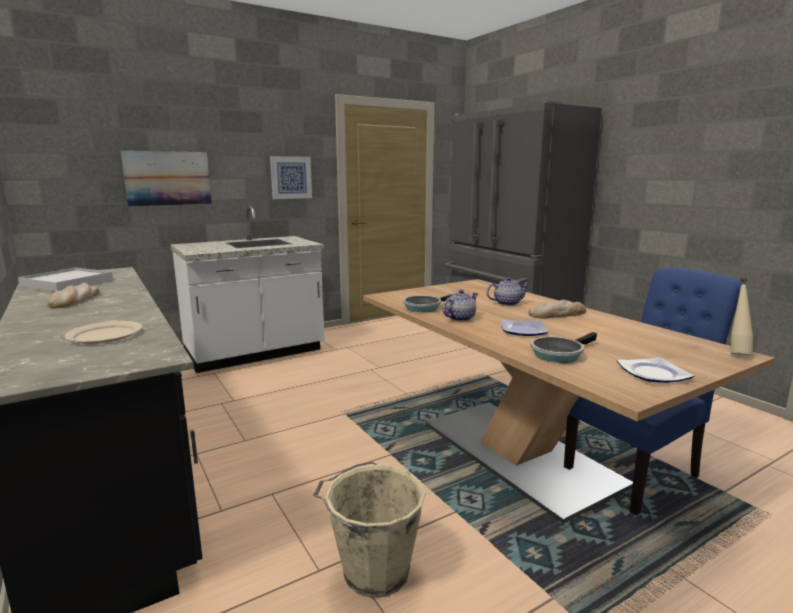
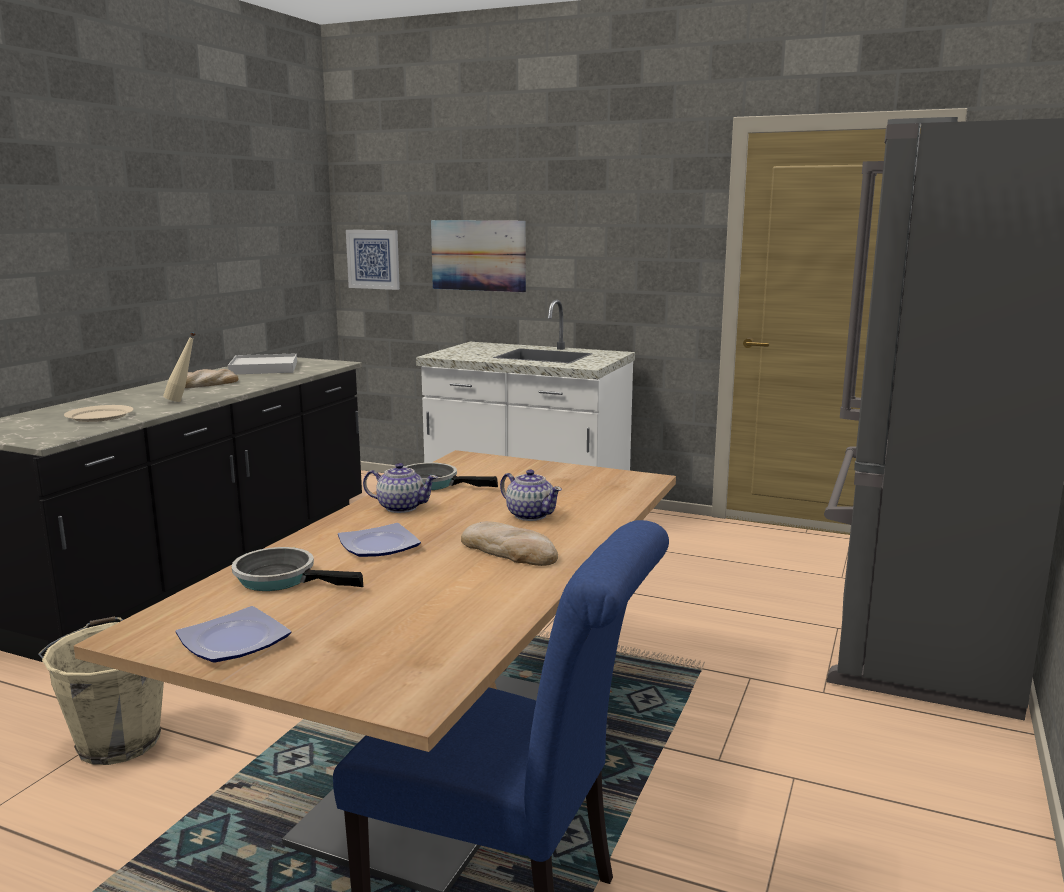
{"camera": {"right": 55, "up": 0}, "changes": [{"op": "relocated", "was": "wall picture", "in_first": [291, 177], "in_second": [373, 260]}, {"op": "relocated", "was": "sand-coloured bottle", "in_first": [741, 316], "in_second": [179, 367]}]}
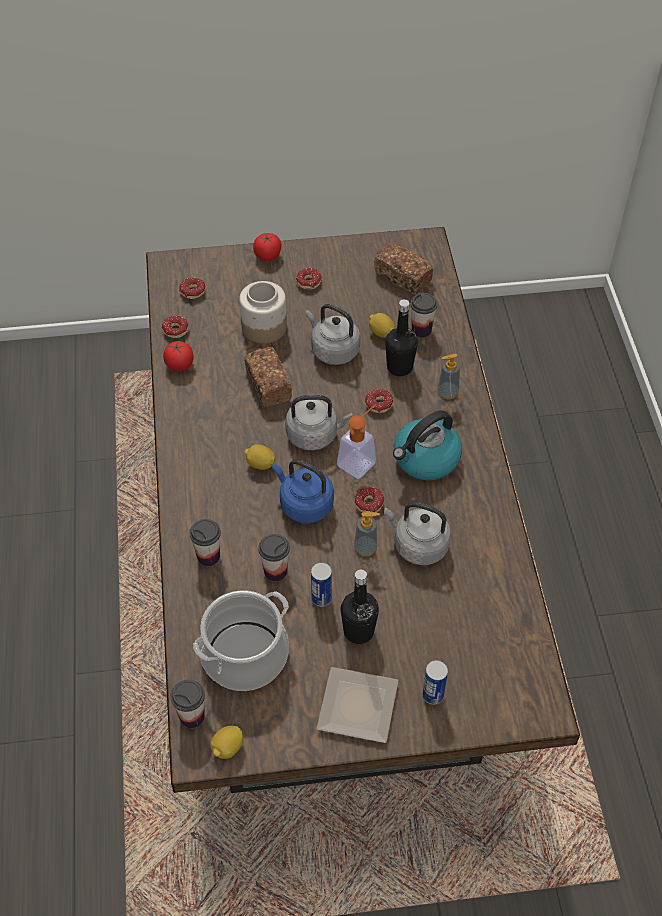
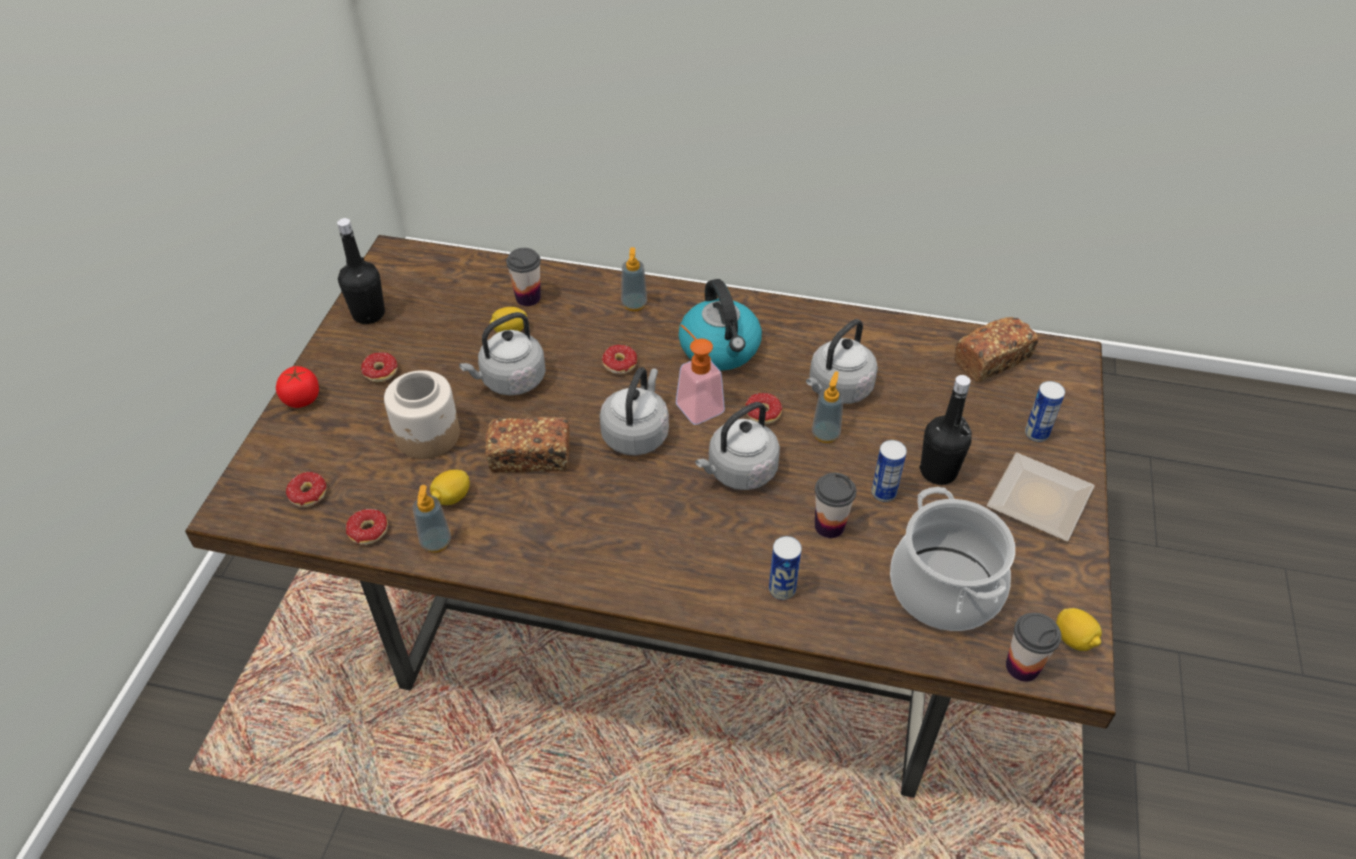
{"camera": {"right": -70, "up": -5}, "changes": [{"op": "exchanged", "was": "tomato", "now": "liquid soap bottle", "in_first": [178, 356], "in_second": [432, 519]}, {"op": "exchanged", "was": "drinking cup", "now": "can", "in_first": [205, 542], "in_second": [785, 568]}, {"op": "relocated", "was": "citrus fruit", "in_first": [260, 457], "in_second": [450, 487]}, {"op": "colour", "was": "blue-coloured tea kettle", "now": "greyish tea kettle", "in_first": [303, 491], "in_second": [737, 446]}, {"op": "relocated", "was": "bread", "in_first": [403, 268], "in_second": [996, 349]}, {"op": "relocated", "was": "black bottle", "in_first": [401, 337], "in_second": [361, 271]}]}
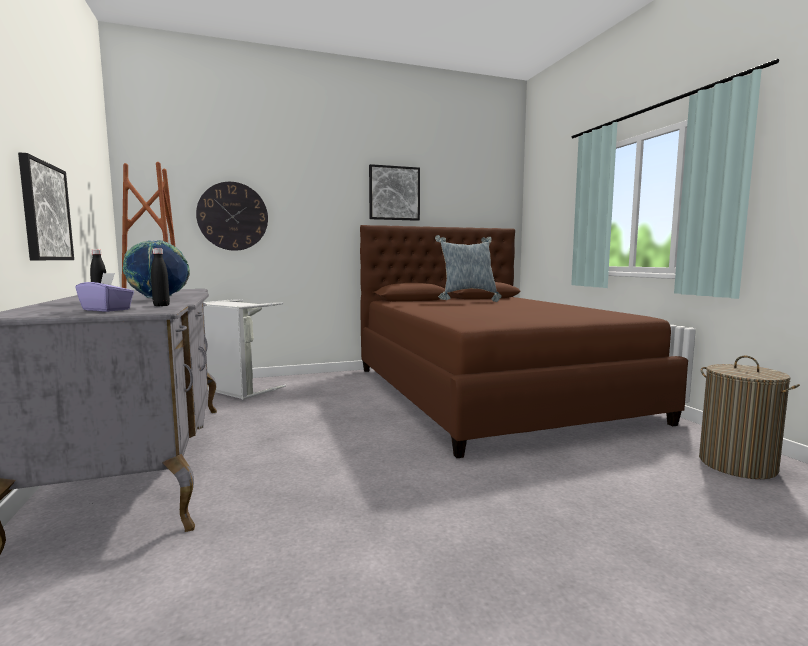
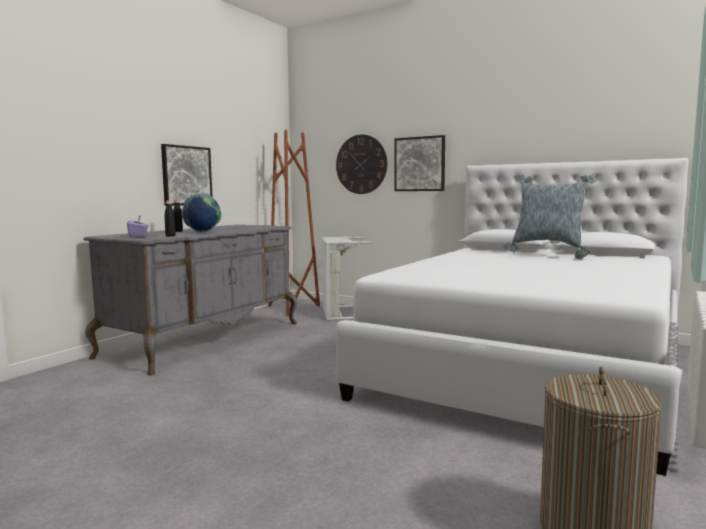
{"camera": {"right": 50, "up": 0}, "changes": [{"op": "colour", "was": "brown bed", "now": "white-coloured bed", "in_first": [524, 341], "in_second": [512, 317]}, {"op": "relocated", "was": "wall picture", "in_first": [394, 192], "in_second": [419, 163]}]}
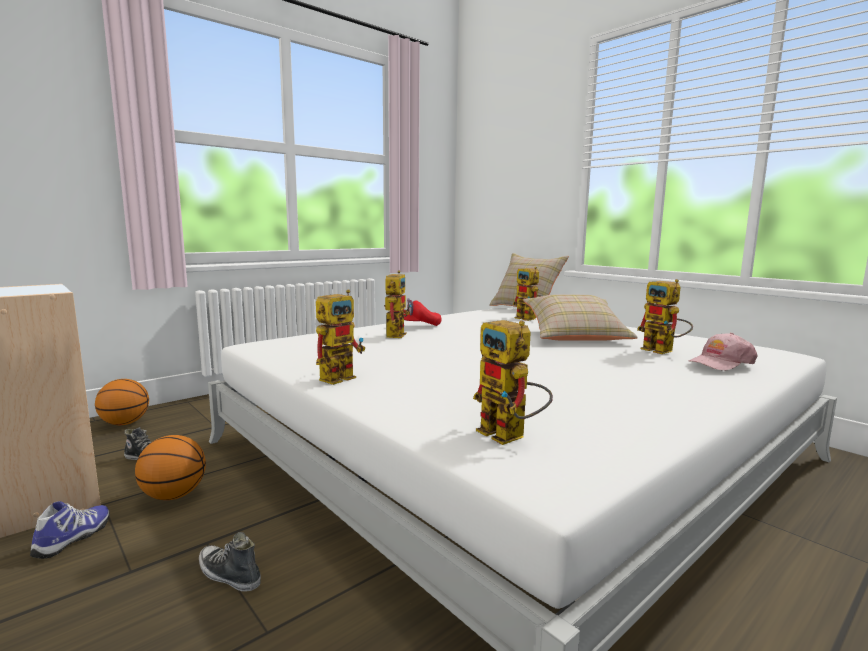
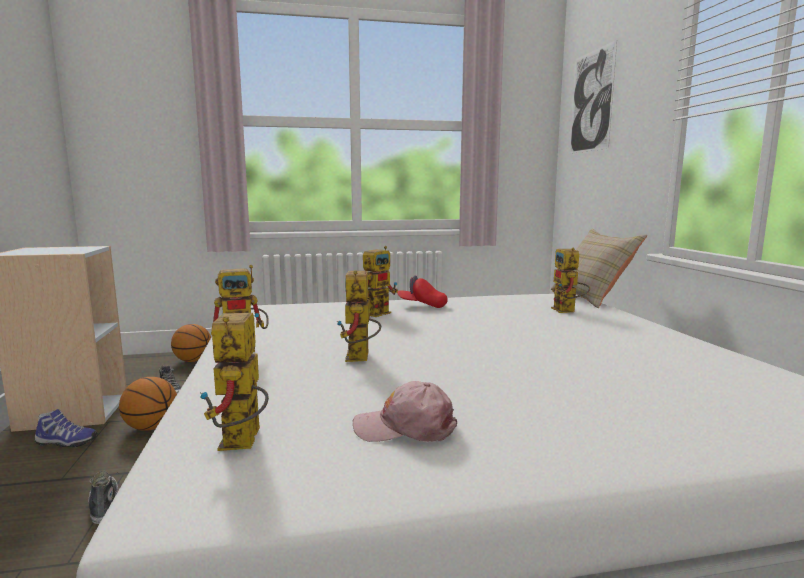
{"camera": {"right": 30, "up": 0}, "changes": [{"op": "spun", "was": "shoe", "in_first": [70, 530], "in_second": [66, 428], "clockwise": 45}, {"op": "missing", "was": "sand-coloured pillow", "in_first": [580, 317]}, {"op": "relocated", "was": "toy robot", "in_first": [665, 316], "in_second": [359, 316]}, {"op": "relocated", "was": "pink-coloured peaked cap", "in_first": [723, 352], "in_second": [404, 411]}, {"op": "appeared", "now": "wall picture", "in_second": [593, 97]}]}
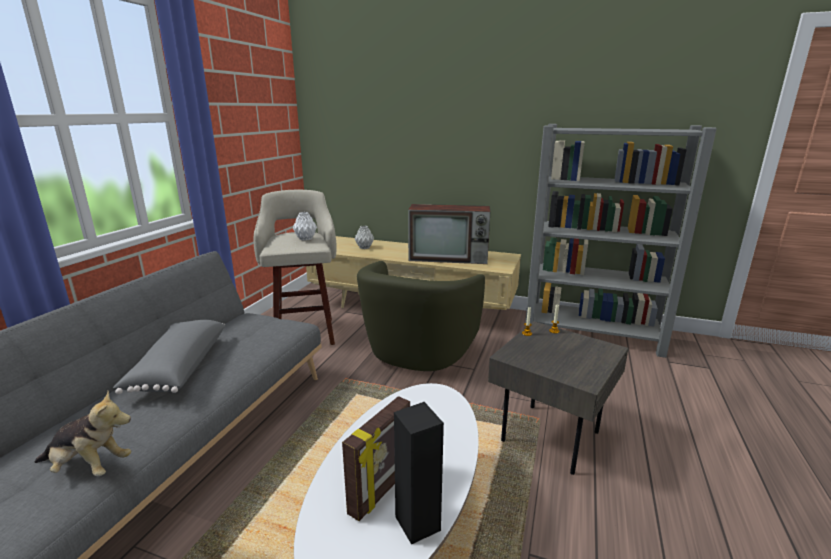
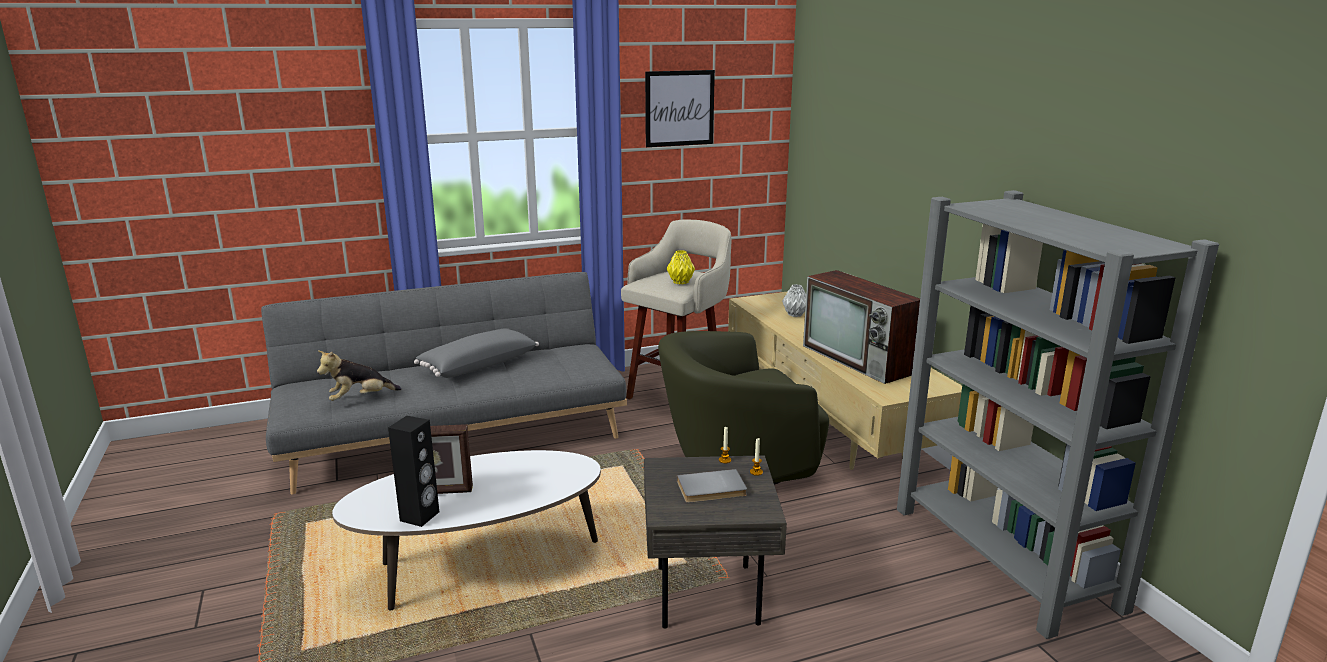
{"camera": {"right": 50, "up": 0}, "changes": [{"op": "spun", "was": "soft toy", "in_first": [83, 433], "in_second": [359, 376], "clockwise": 90}, {"op": "colour", "was": "white-coloured flower vase", "now": "yellow-coloured flower vase", "in_first": [305, 226], "in_second": [681, 267]}, {"op": "appeared", "now": "wall picture", "in_second": [680, 108]}, {"op": "appeared", "now": "greyish bound book", "in_second": [712, 486]}]}
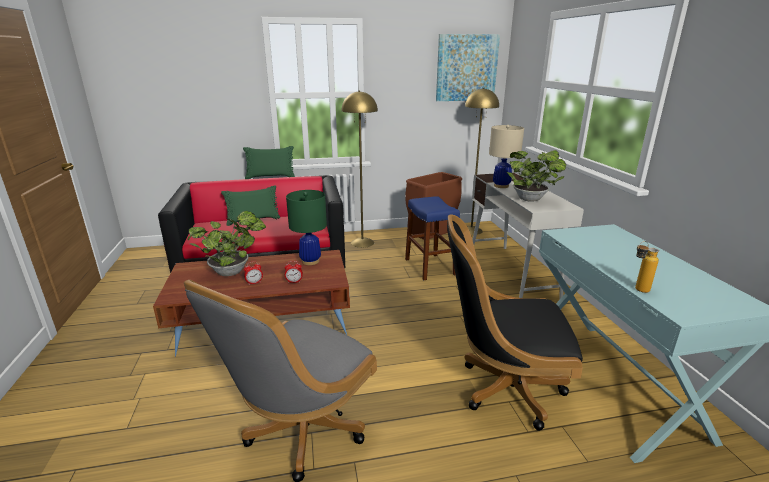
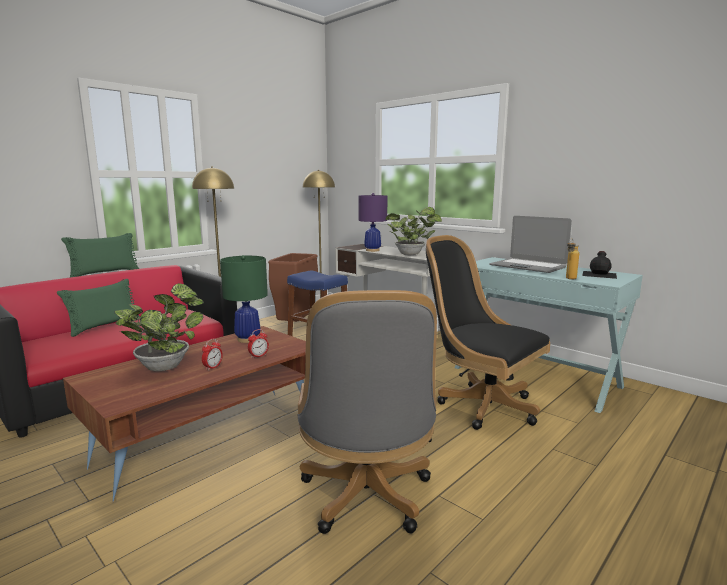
{"camera": {"right": -35, "up": -10}, "changes": [{"op": "missing", "was": "wall picture", "in_first": [468, 67]}, {"op": "spun", "was": "black computer chair", "in_first": [515, 323], "in_second": [488, 332], "clockwise": 75}, {"op": "colour", "was": "sand-coloured table lamp", "now": "purple-coloured table lamp", "in_first": [506, 156], "in_second": [372, 222]}, {"op": "appeared", "now": "portable computer", "in_second": [530, 244]}, {"op": "appeared", "now": "black bottle", "in_second": [599, 265]}]}
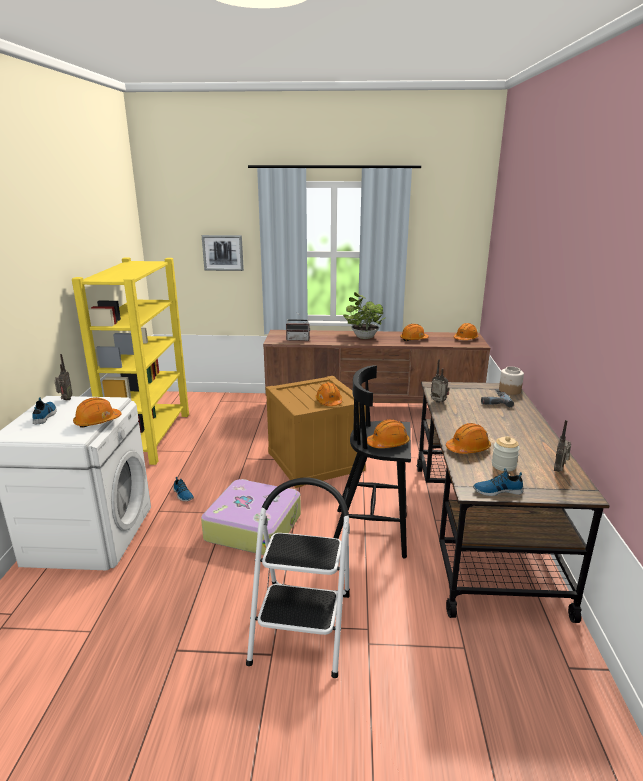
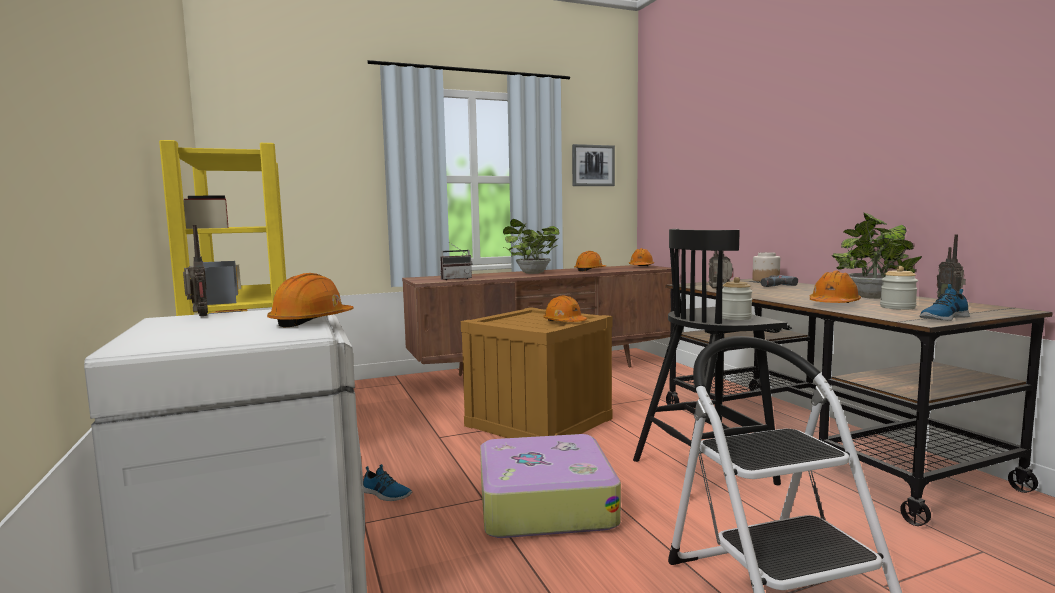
{"camera": {"right": -25, "up": -15}, "changes": [{"op": "missing", "was": "shoe", "in_first": [44, 410]}, {"op": "relocated", "was": "wall picture", "in_first": [223, 253], "in_second": [593, 165]}, {"op": "exchanged", "was": "orange safety helmet", "now": "preserve jar", "in_first": [388, 433], "in_second": [737, 298]}, {"op": "appeared", "now": "plant in a pot", "in_second": [876, 255]}]}
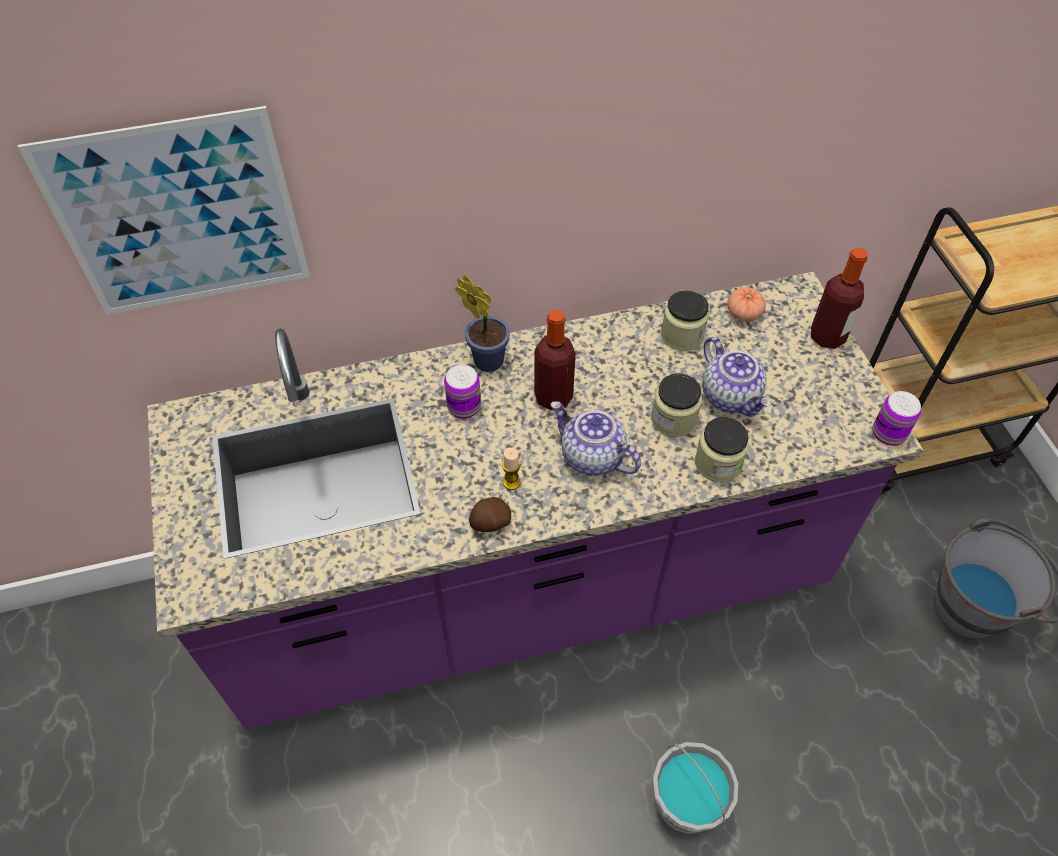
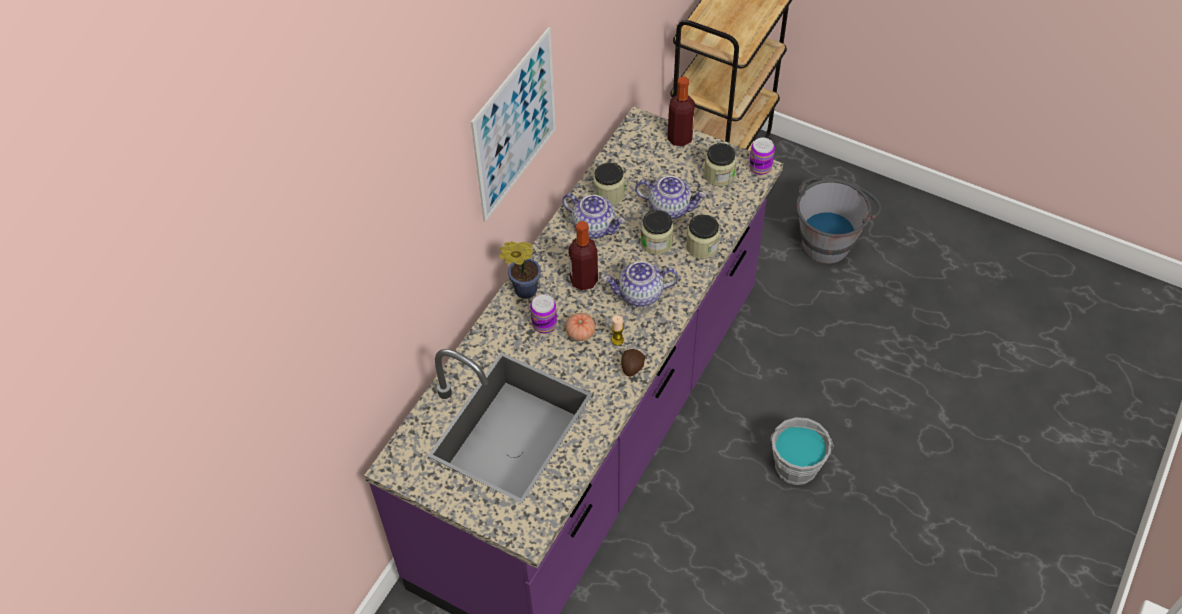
{"camera": {"right": -45, "up": 0}, "changes": [{"op": "relocated", "was": "wall picture", "in_first": [164, 210], "in_second": [513, 124]}, {"op": "relocated", "was": "tomato", "in_first": [746, 304], "in_second": [580, 327]}, {"op": "appeared", "now": "pot for tea", "in_second": [593, 216]}, {"op": "appeared", "now": "preserve jar", "in_second": [720, 164]}]}
